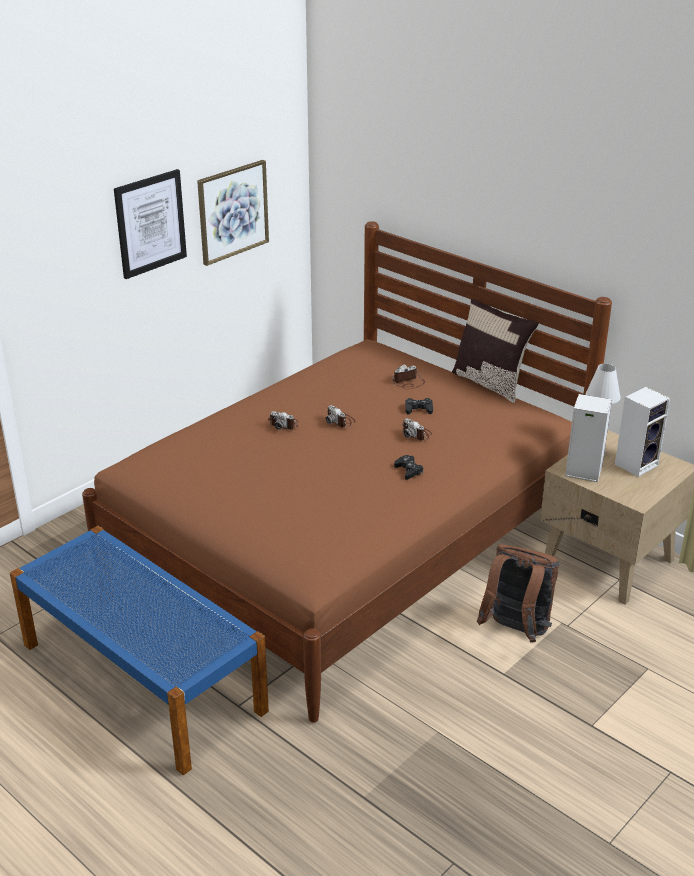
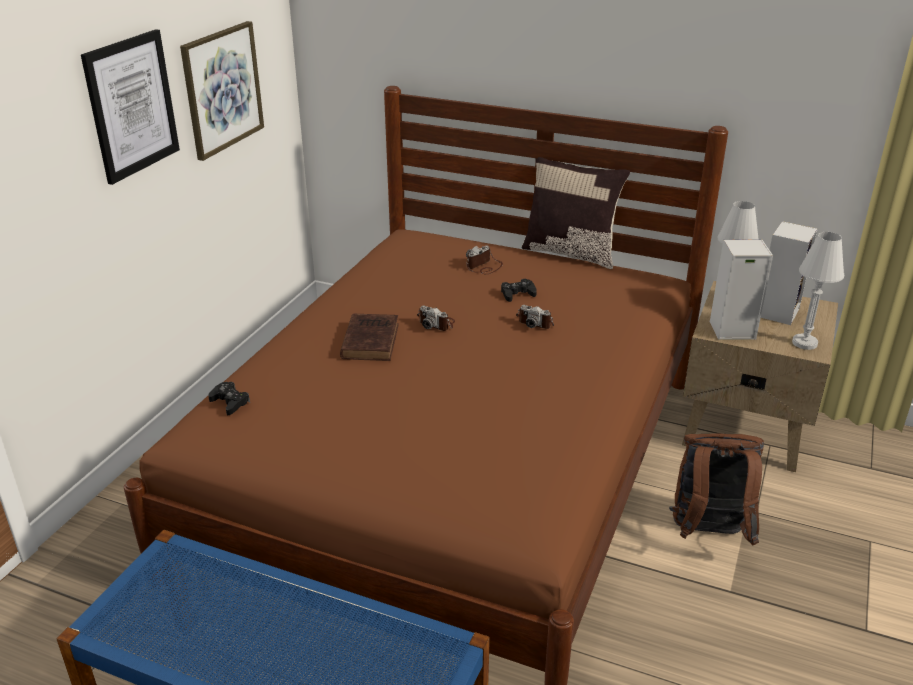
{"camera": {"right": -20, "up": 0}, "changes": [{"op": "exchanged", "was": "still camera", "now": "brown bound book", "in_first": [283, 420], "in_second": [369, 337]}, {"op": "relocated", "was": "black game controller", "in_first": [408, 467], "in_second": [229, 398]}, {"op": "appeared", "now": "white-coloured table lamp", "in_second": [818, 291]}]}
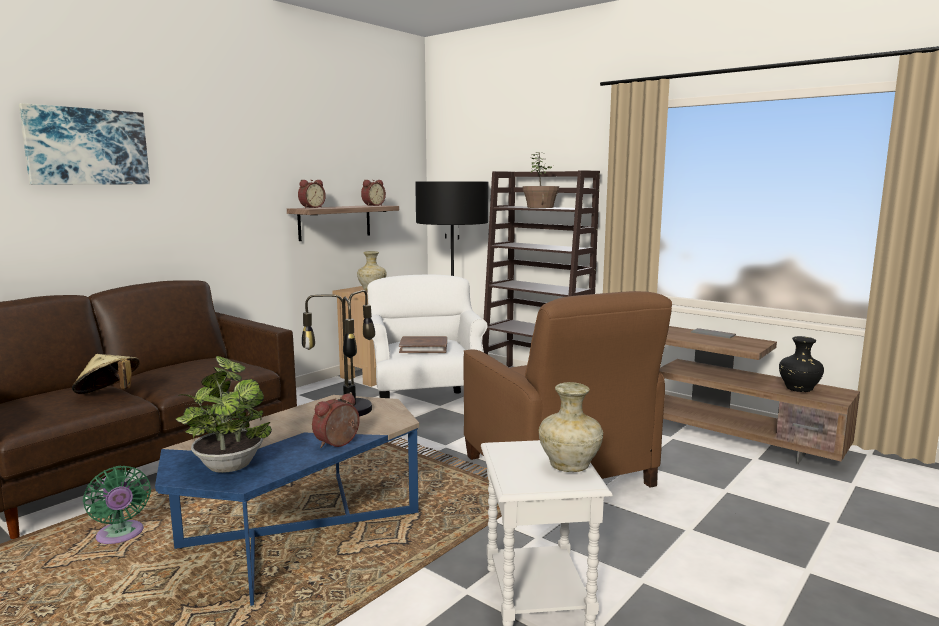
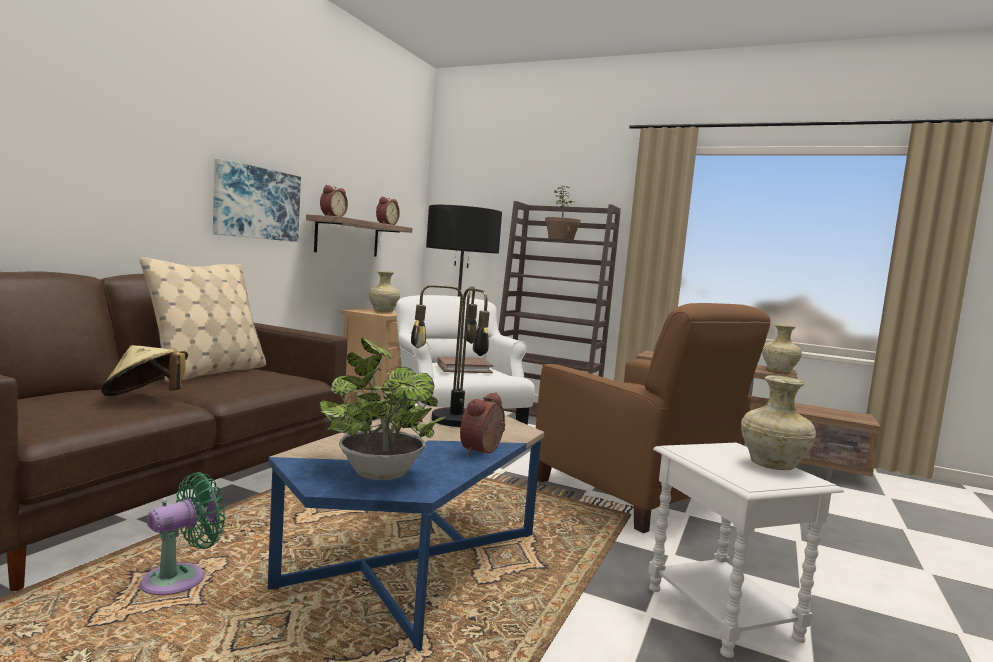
{"camera": {"right": -15, "up": -5}, "changes": [{"op": "relocated", "was": "wall picture", "in_first": [84, 144], "in_second": [257, 200]}, {"op": "spun", "was": "green electric fan", "in_first": [117, 504], "in_second": [183, 533], "clockwise": -90}, {"op": "missing", "was": "black flower vase", "in_first": [801, 364]}, {"op": "appeared", "now": "sand-coloured pillow", "in_second": [203, 319]}, {"op": "appeared", "now": "sand-coloured flower vase", "in_second": [782, 348]}]}
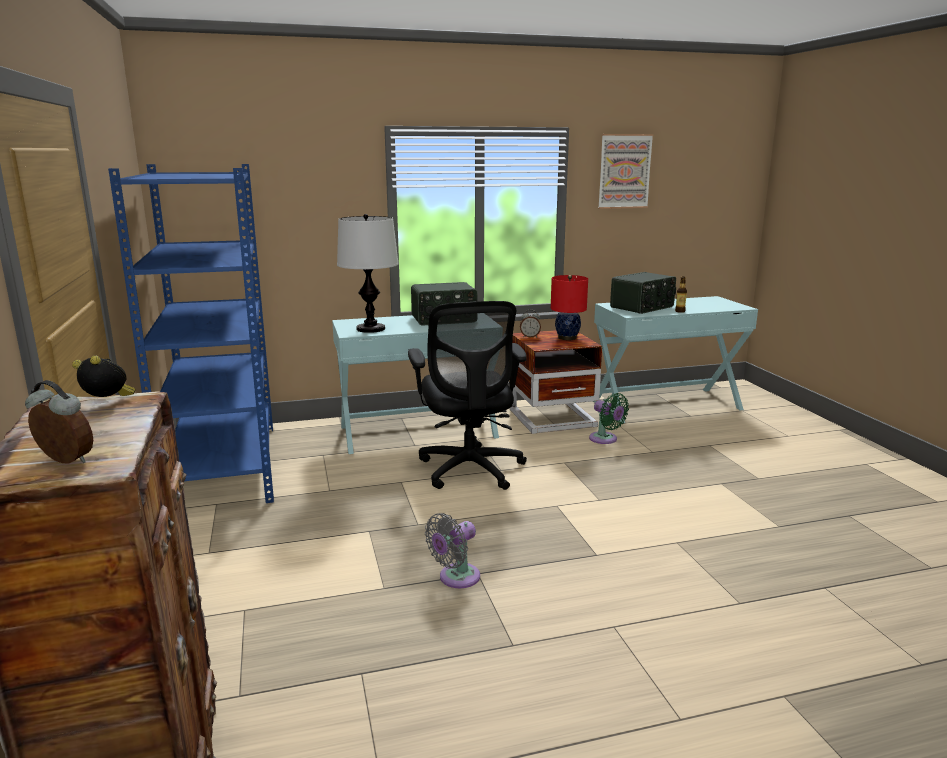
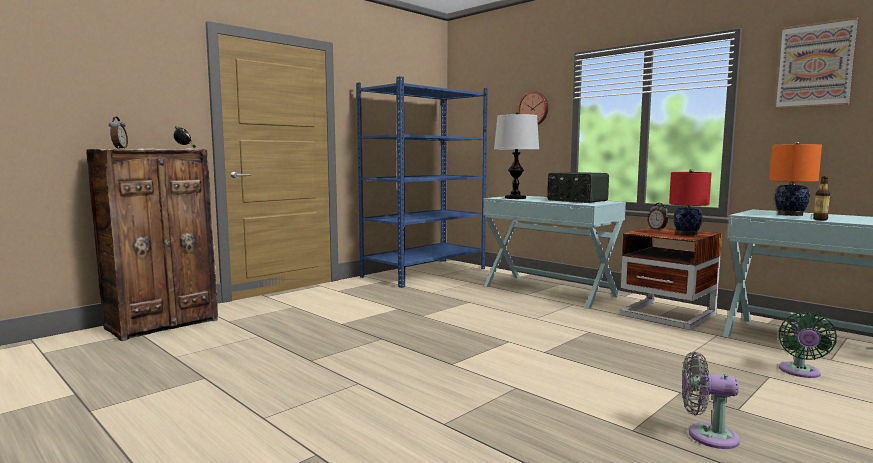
{"camera": {"right": 60, "up": -10}, "changes": [{"op": "missing", "was": "black computer chair", "in_first": [467, 395]}, {"op": "relocated", "was": "greyish electric fan", "in_first": [452, 550], "in_second": [711, 400]}, {"op": "relocated", "was": "green electric fan", "in_first": [609, 418], "in_second": [808, 345]}, {"op": "exchanged", "was": "radio set", "now": "orange table lamp", "in_first": [643, 293], "in_second": [796, 178]}, {"op": "appeared", "now": "clock on the wall", "in_second": [533, 108]}]}
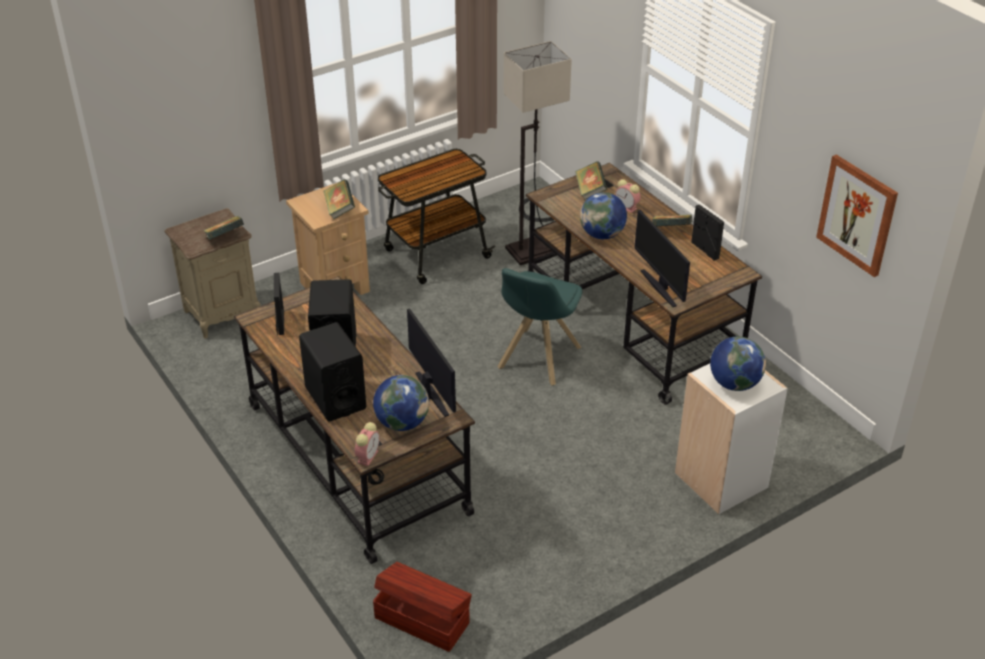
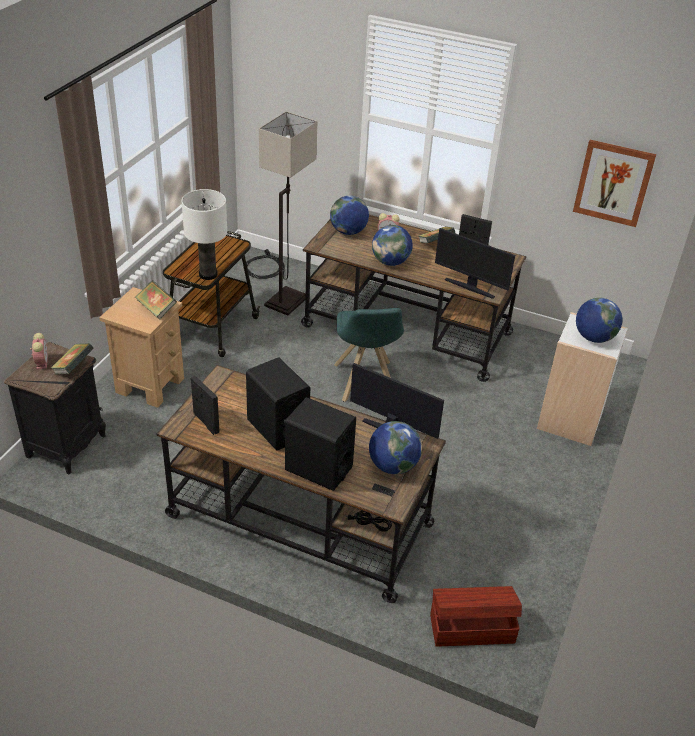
{"camera": {"right": -35, "up": 0}, "changes": [{"op": "colour", "was": "sand-coloured night table", "now": "black night table", "in_first": [212, 273], "in_second": [55, 408]}, {"op": "relocated", "was": "alarm clock", "in_first": [367, 444], "in_second": [39, 351]}, {"op": "exchanged", "was": "bound book", "now": "world globe", "in_first": [591, 180], "in_second": [349, 215]}, {"op": "appeared", "now": "white-coloured table lamp", "in_second": [204, 234]}]}
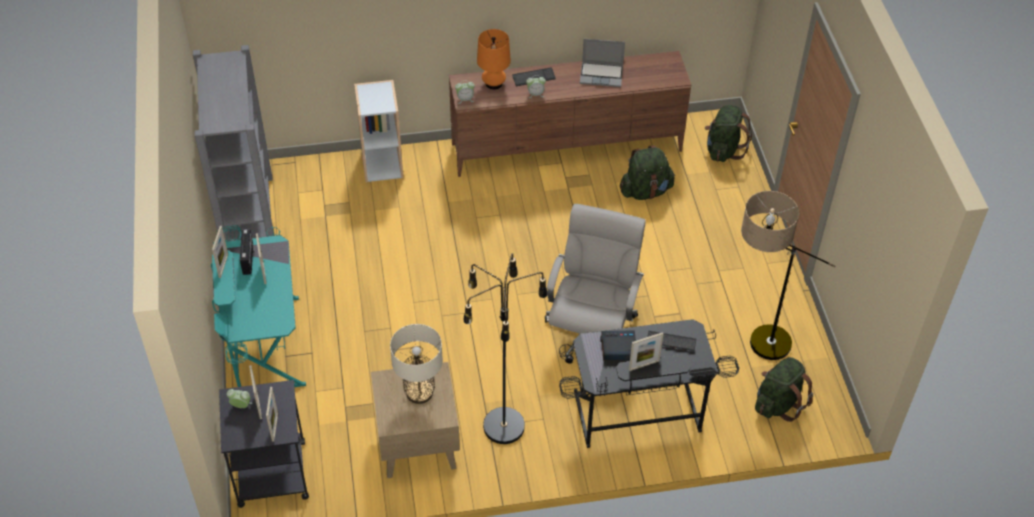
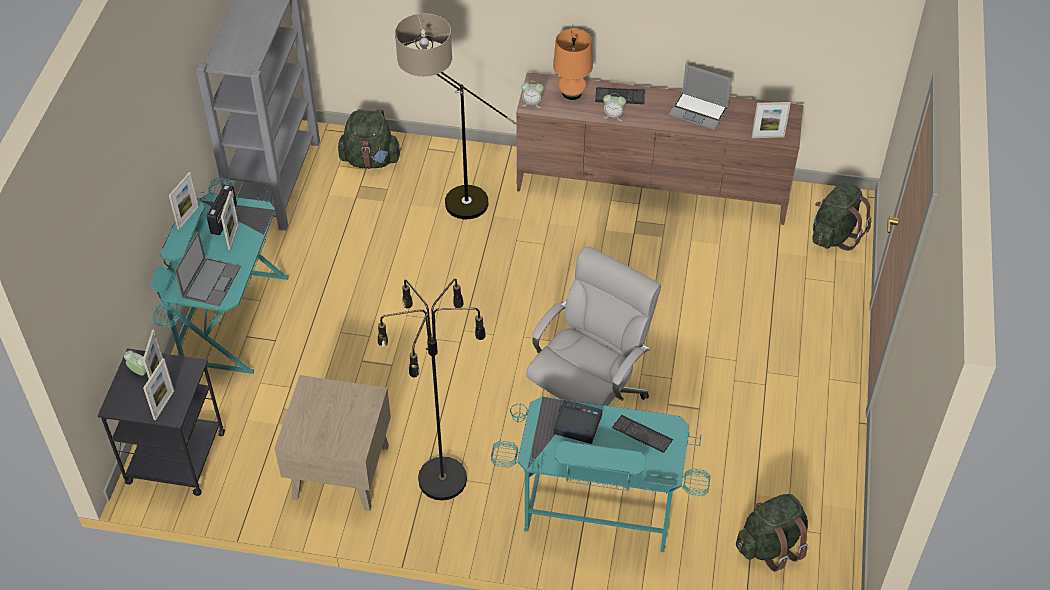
{"camera": {"right": 20, "up": 0}, "changes": [{"op": "missing", "was": "bookcase", "in_first": [378, 131]}, {"op": "missing", "was": "table lamp", "in_first": [416, 364]}, {"op": "colour", "was": "black desk unit", "now": "turquoise desk unit", "in_first": [649, 383], "in_second": [600, 474]}, {"op": "relocated", "was": "green backpack", "in_first": [647, 172], "in_second": [369, 139]}, {"op": "relocated", "was": "photo frame", "in_first": [646, 351], "in_second": [771, 120]}, {"op": "relocated", "was": "floor lamp", "in_first": [788, 275], "in_second": [456, 116]}, {"op": "appeared", "now": "portable computer", "in_second": [208, 268]}]}
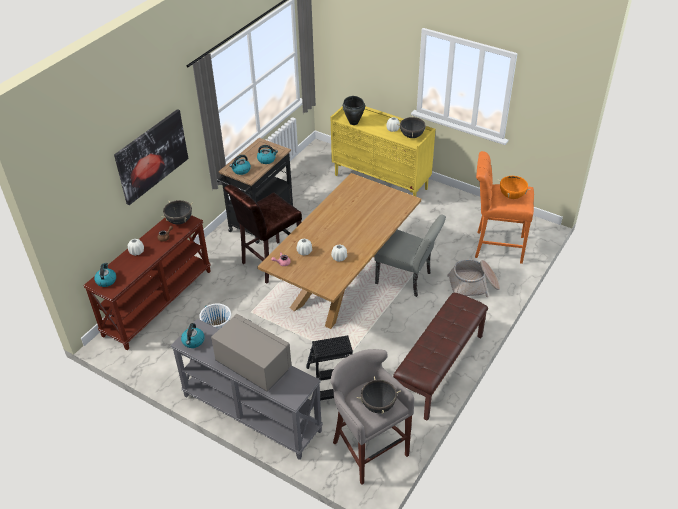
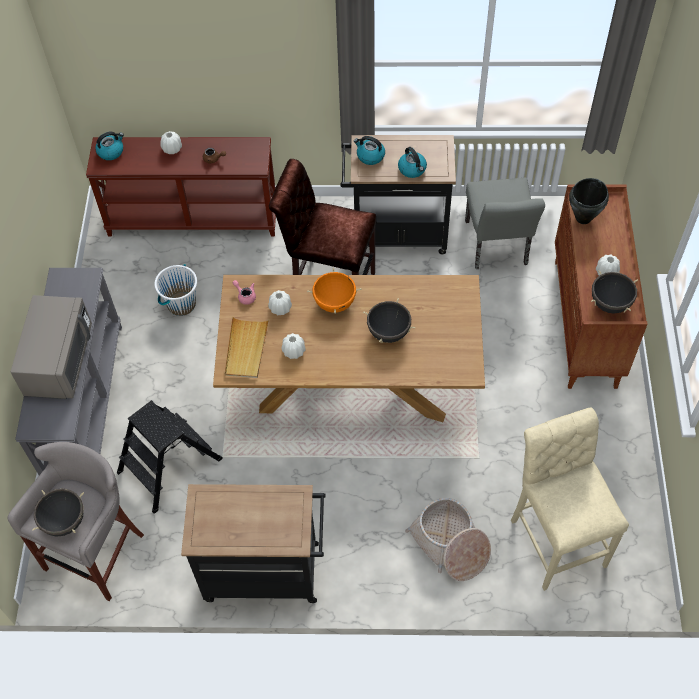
{"camera": {"right": 60, "up": 15}, "changes": [{"op": "missing", "was": "wall picture", "in_first": [151, 157]}, {"op": "relocated", "was": "black stockpot", "in_first": [177, 212], "in_second": [389, 320]}, {"op": "missing", "was": "tea kettle", "in_first": [193, 335]}, {"op": "colour", "was": "yellow-coloured storage cabinet", "now": "brown storage cabinet", "in_first": [383, 151], "in_second": [601, 286]}, {"op": "relocated", "was": "greyish plain chair", "in_first": [410, 255], "in_second": [505, 223]}, {"op": "exchanged", "was": "brown indoor bench", "now": "black trolley", "in_first": [440, 357], "in_second": [253, 543]}, {"op": "colour", "was": "orange stool seat", "now": "sand-coloured stool seat", "in_first": [504, 207], "in_second": [570, 499]}, {"op": "relocated", "was": "orange stockpot", "in_first": [514, 187], "in_second": [334, 291]}, {"op": "appeared", "now": "sand-coloured serving tray", "in_second": [247, 347]}]}
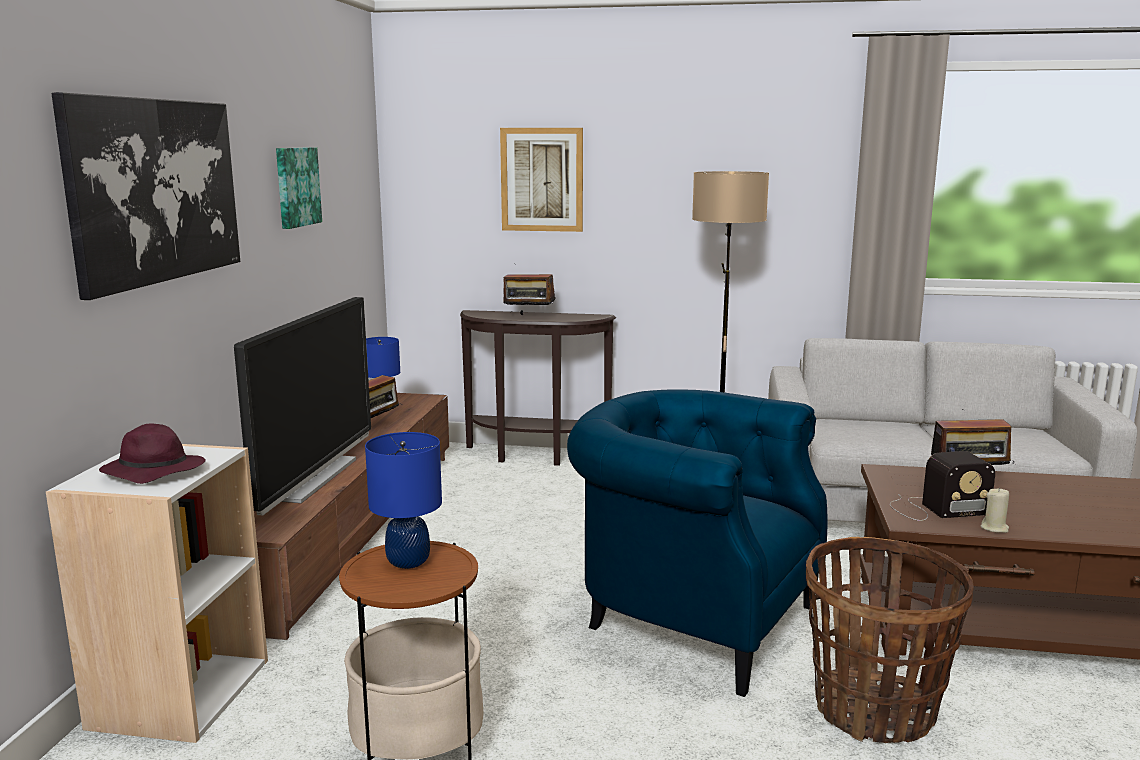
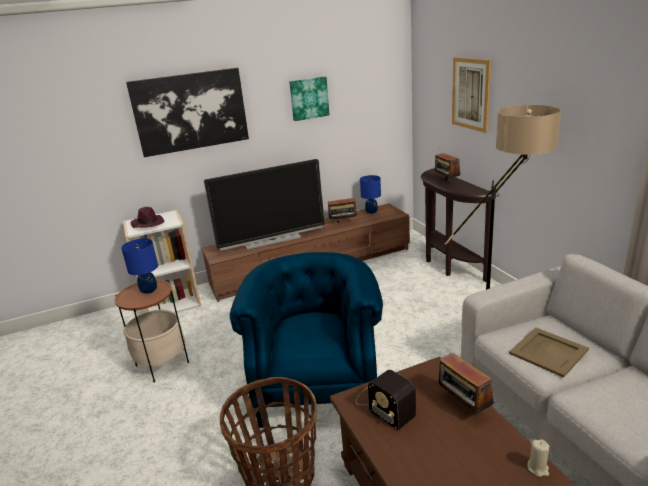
{"camera": {"right": 60, "up": 10}, "changes": [{"op": "relocated", "was": "sand-coloured candle", "in_first": [995, 510], "in_second": [538, 458]}, {"op": "appeared", "now": "sand-coloured serving tray", "in_second": [549, 353]}]}
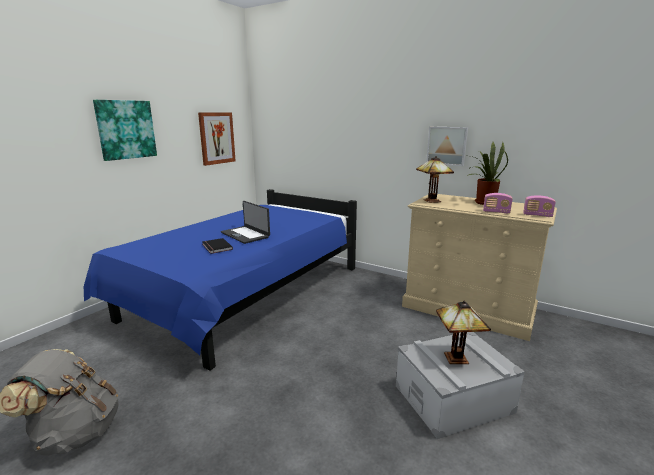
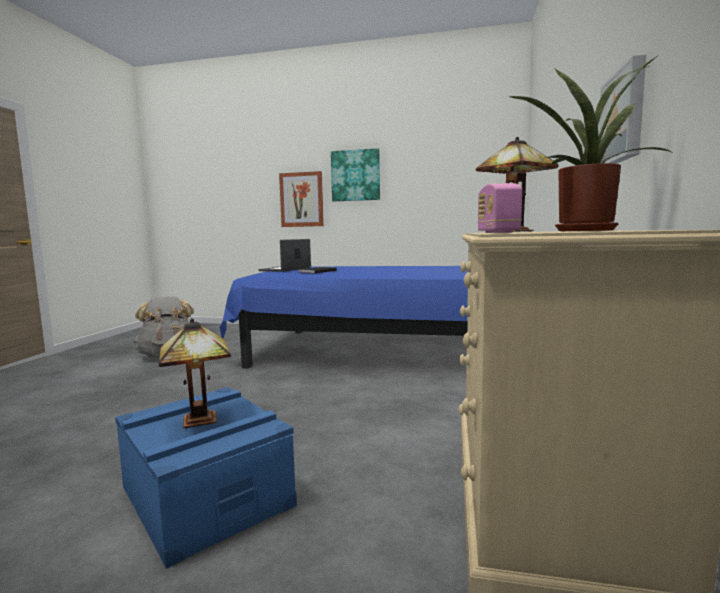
{"camera": {"right": 70, "up": -10}, "changes": [{"op": "relocated", "was": "wall picture", "in_first": [217, 139], "in_second": [301, 199]}, {"op": "relocated", "was": "portable computer", "in_first": [245, 222], "in_second": [284, 255]}, {"op": "colour", "was": "greyish storage box", "now": "blue-coloured storage box", "in_first": [460, 385], "in_second": [206, 478]}, {"op": "missing", "was": "radio set", "in_first": [539, 206]}]}
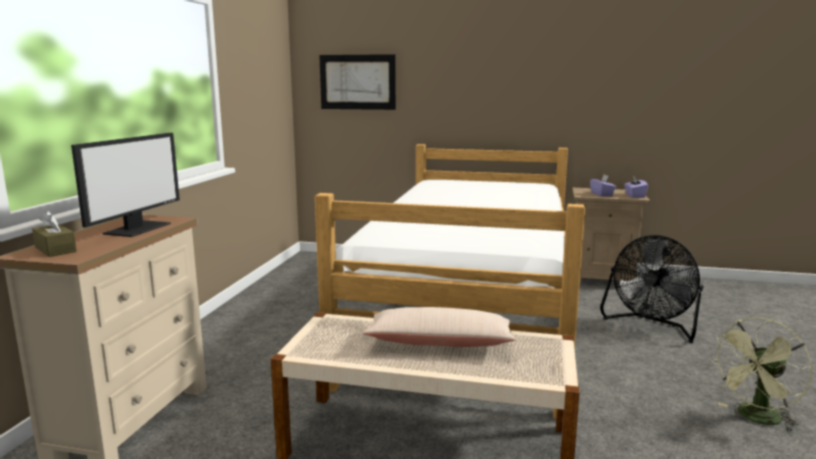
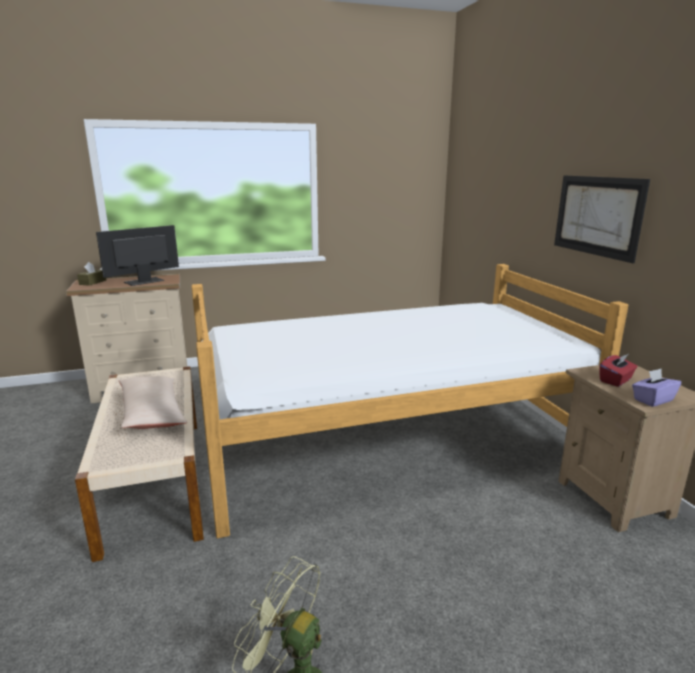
{"camera": {"right": 60, "up": 5}, "changes": [{"op": "spun", "was": "monitor", "in_first": [125, 185], "in_second": [137, 255], "clockwise": 150}, {"op": "relocated", "was": "wall picture", "in_first": [357, 82], "in_second": [602, 219]}, {"op": "colour", "was": "purple-coloured tissue box", "now": "red tissue box", "in_first": [603, 185], "in_second": [618, 370]}, {"op": "missing", "was": "black electric fan", "in_first": [651, 289]}]}
